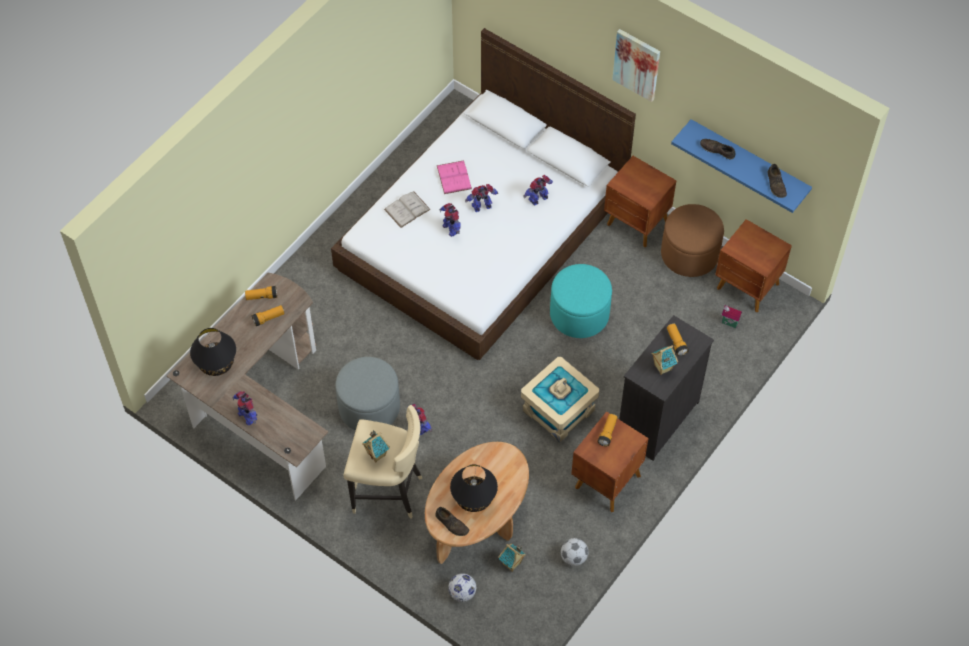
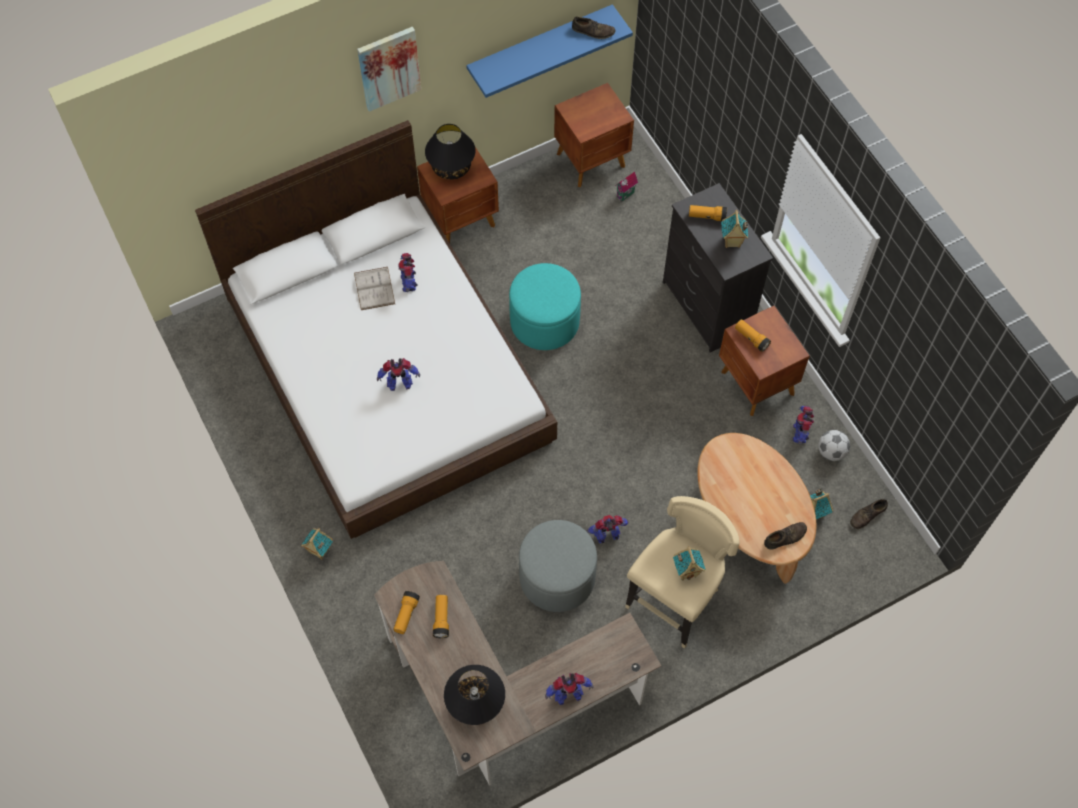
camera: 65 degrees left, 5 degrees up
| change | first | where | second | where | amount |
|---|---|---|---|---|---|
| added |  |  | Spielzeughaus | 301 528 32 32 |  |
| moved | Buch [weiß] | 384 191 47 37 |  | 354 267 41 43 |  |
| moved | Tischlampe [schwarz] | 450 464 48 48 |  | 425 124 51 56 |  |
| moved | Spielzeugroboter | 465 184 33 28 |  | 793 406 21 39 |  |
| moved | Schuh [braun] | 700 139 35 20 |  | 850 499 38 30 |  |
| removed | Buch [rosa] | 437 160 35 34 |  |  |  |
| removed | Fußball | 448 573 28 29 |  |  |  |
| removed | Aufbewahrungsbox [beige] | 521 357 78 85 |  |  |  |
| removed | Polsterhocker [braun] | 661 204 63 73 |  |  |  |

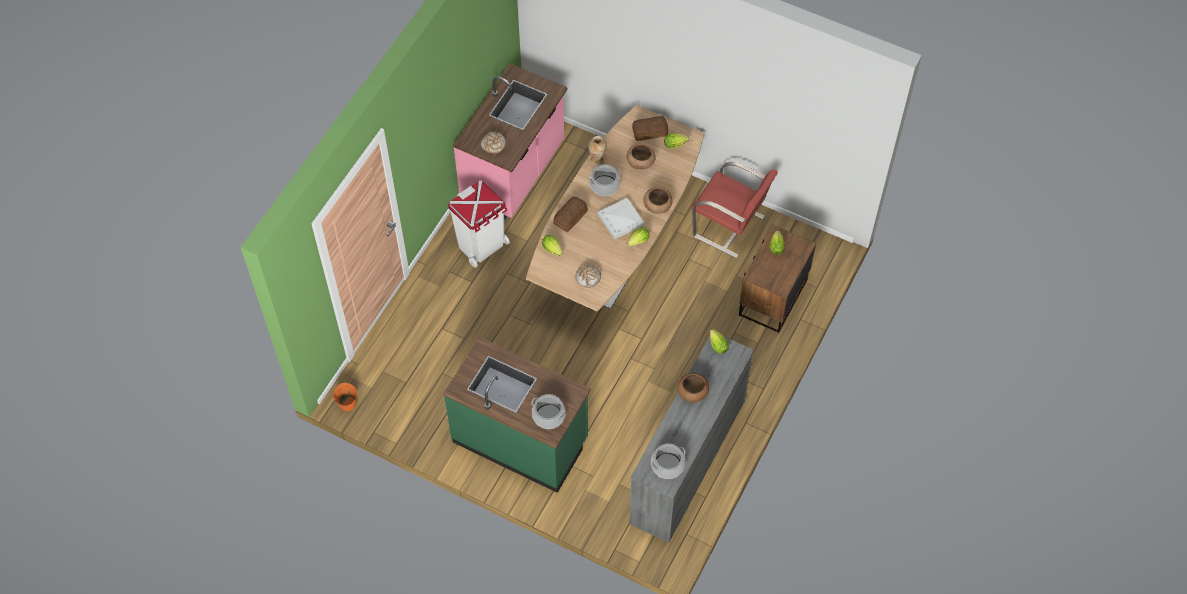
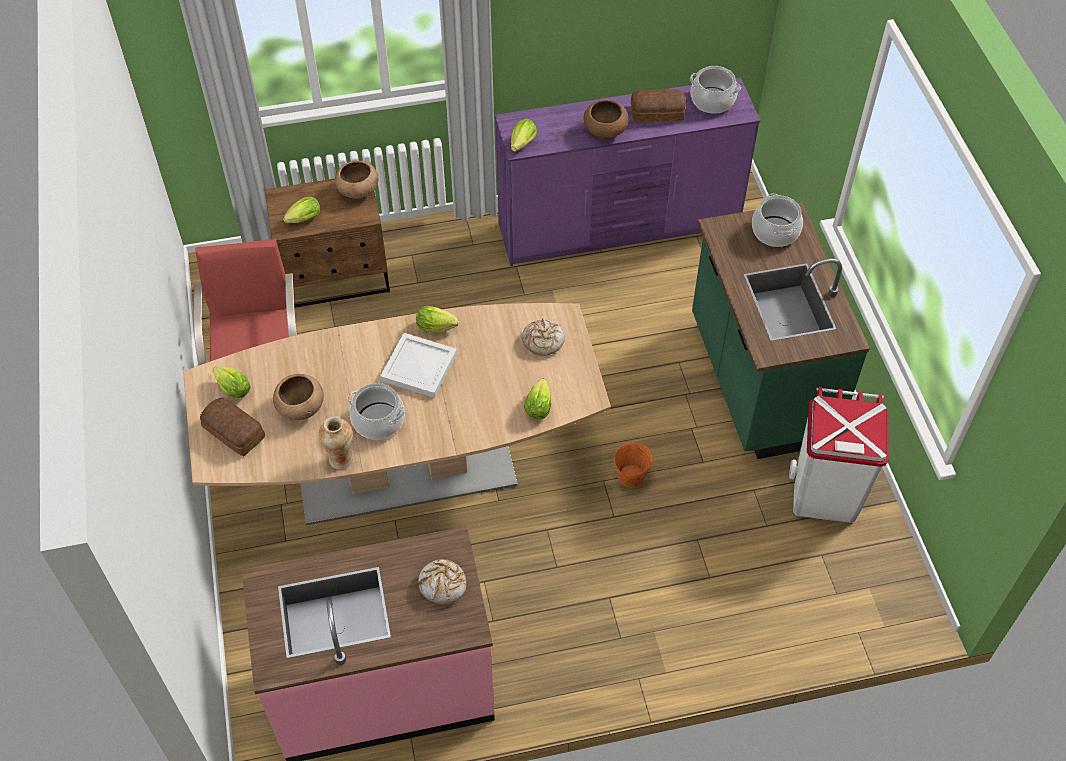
camera: 130 degrees left, 5 degrees down
| change | first | where | second | where | amount |
|---|---|---|---|---|---|
| moved | Schüssel [braun] | 644 187 29 27 |  | 335 161 44 38 |  |
| recoloured | Kommode [grau] | 629 336 125 207 | Kommode [lila] | 495 77 265 189 |  |
| moved | Eimer [orange] | 333 383 24 28 |  | 614 443 39 44 |  |
| moved | Brot | 553 197 35 35 |  | 631 89 55 33 |  |
| moved | Mülleimer [weiß] | 448 181 62 87 |  | 789 387 100 136 |  |

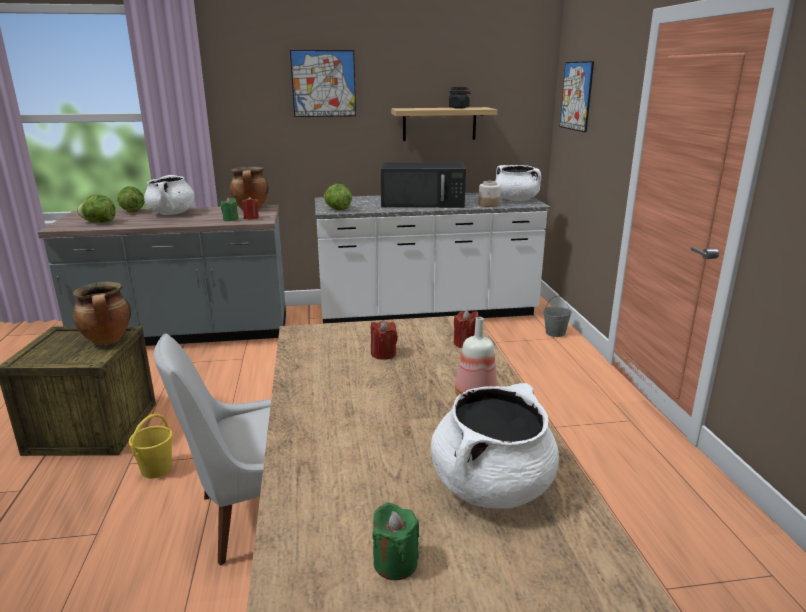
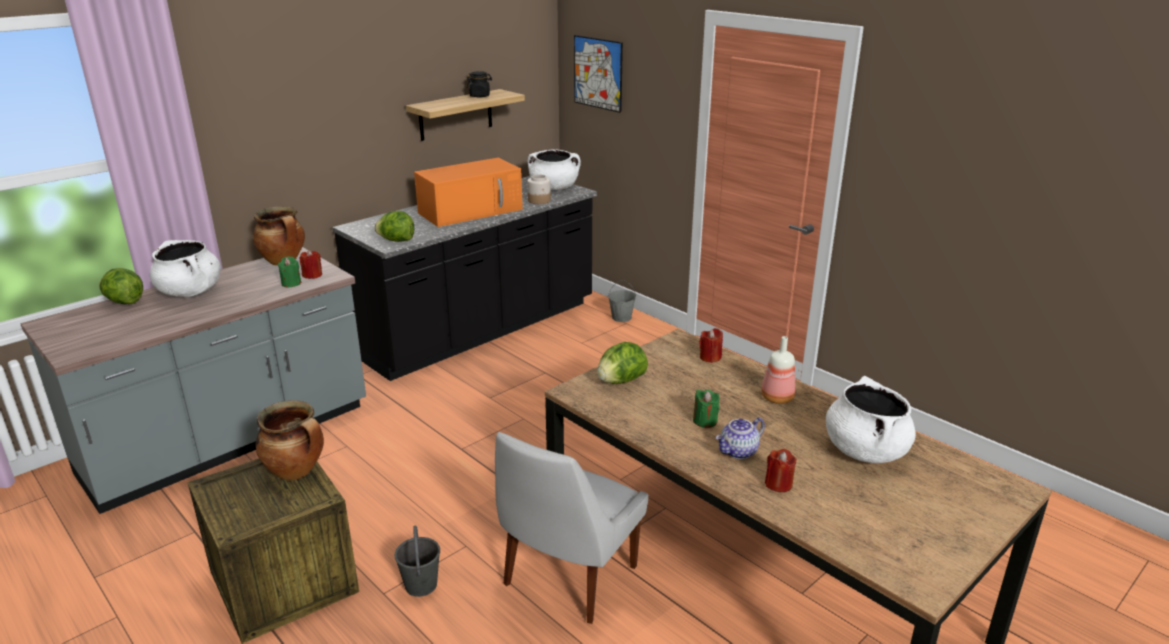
camera: 35 degrees left, 5 degrees up
| change | first | where | second | where | amount |
|---|---|---|---|---|---|
| recoloured | Küchenzeile [weiß] | 315 192 236 131 | Küchenzeile [schwarz] | 333 176 264 205 |  |
| recoloured | Eimer [gelb] | 129 414 43 65 | Eimer [grau] | 395 525 45 72 |  |
| recoloured | Mikrowelle [schwarz] | 381 162 85 46 | Mikrowelle [orange] | 414 158 109 69 |  |
| moved | Salatkopf | 77 195 39 28 |  | 597 342 51 42 |  |
| moved | Kerze [grün] | 372 502 47 78 |  | 693 390 26 38 |  |
| added |  |  | Teekanne | 716 417 49 42 |  |
| moved | Kerze [rot] | 371 320 27 40 |  | 765 449 32 43 |  |
| removed | Bild | 290 50 66 67 |  |  |  |

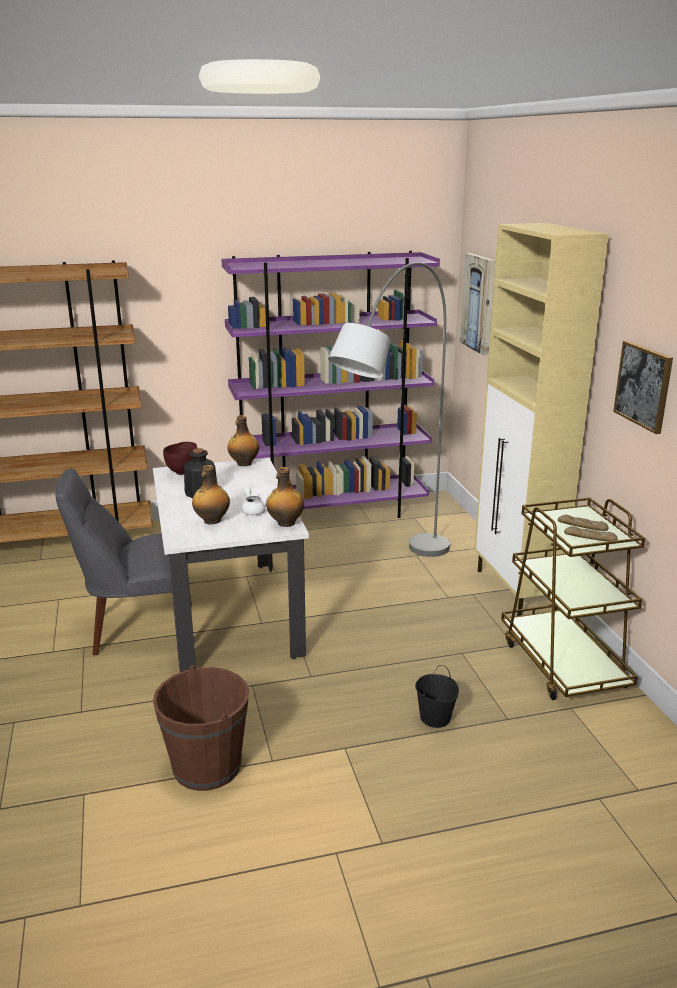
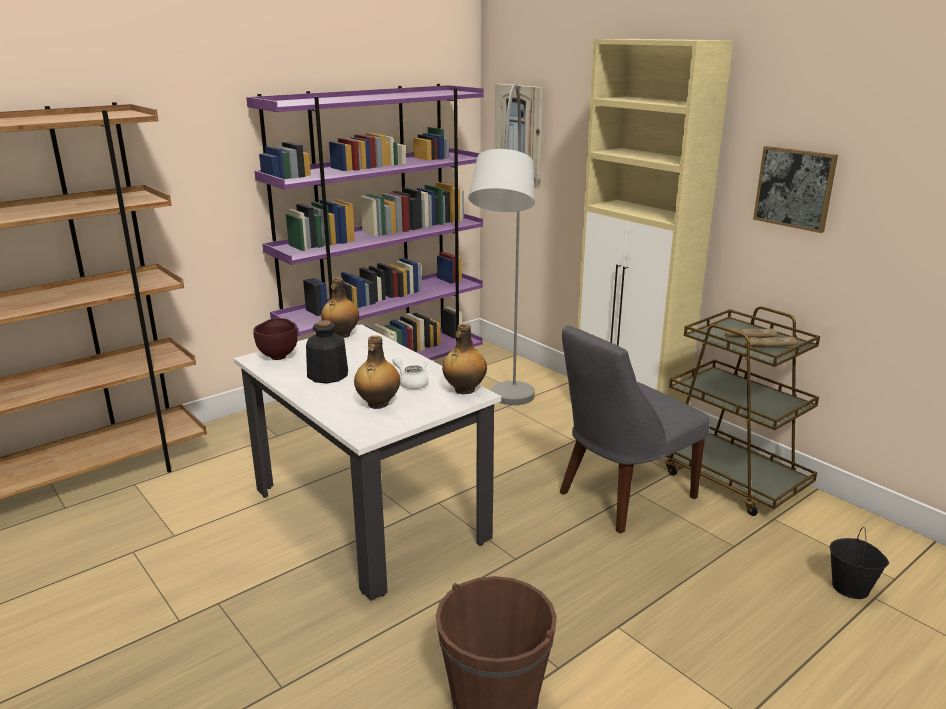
camera: 25 degrees left, 0 degrees up
| change | first | where | second | where | amount |
|---|---|---|---|---|---|
| moved | Stuhl [grau] | 56 468 136 187 |  | 560 325 150 209 |  |
| moved | Eimer [schwarz] | 415 665 44 63 |  | 830 527 59 72 |  |

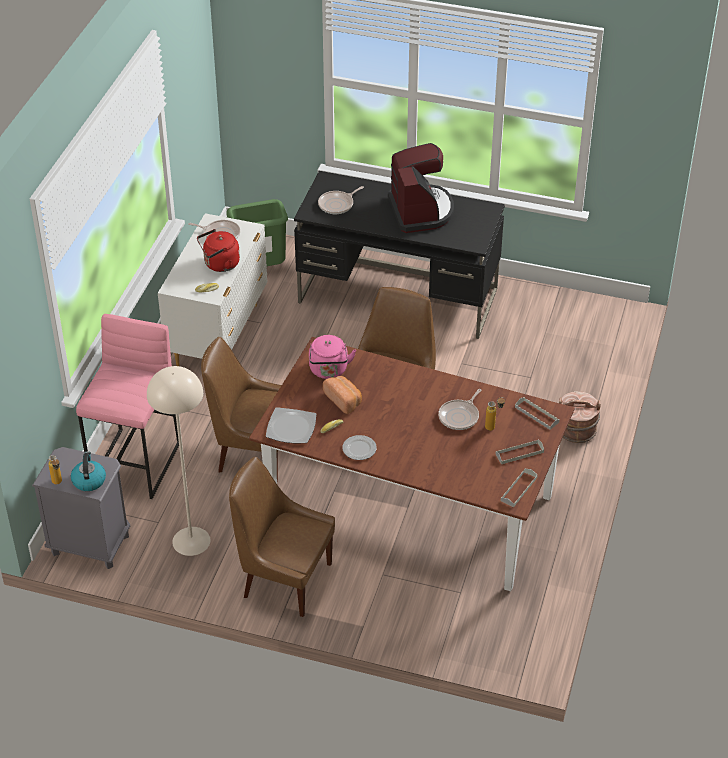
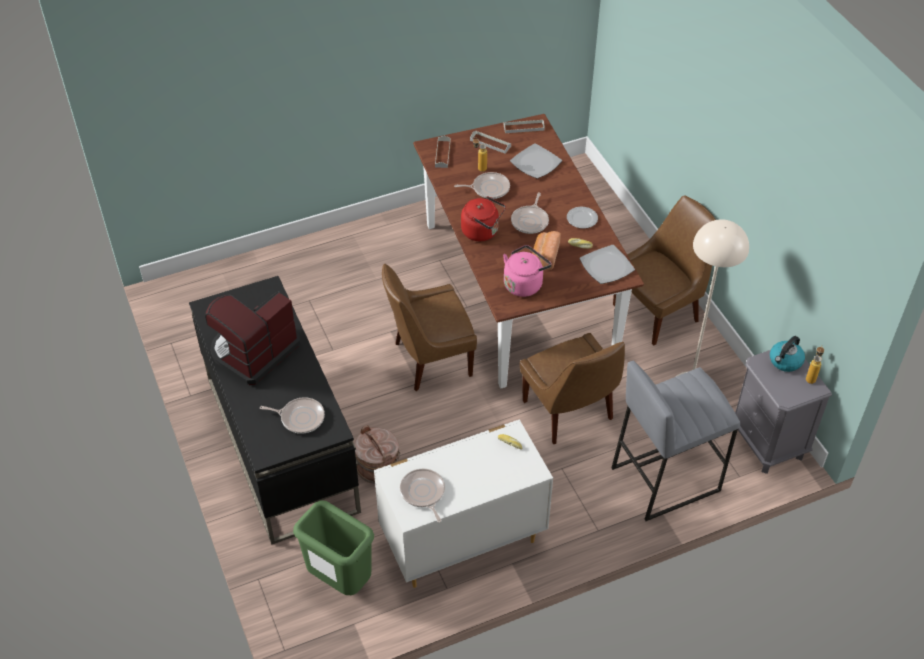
camera: 130 degrees left, 5 degrees up
| change | first | where | second | where | amount |
|---|---|---|---|---|---|
| moved | Eimer [braun] | 559 391 42 52 |  | 354 425 46 59 |  |
| moved | Wasserkessel [rot] | 197 229 43 43 |  | 461 196 45 45 |  |
| added |  |  | Teller | 510 143 52 36 |  |
| added |  |  | Pfanne | 511 192 38 42 |  |
| recoloured | Hocker [rosa] | 76 314 103 185 | Hocker [grau] | 611 361 129 160 |  |
| turned | Stuhl [braun] | 229 457 106 160 |  | 613 195 103 150 | 105 degrees counterclockwise |

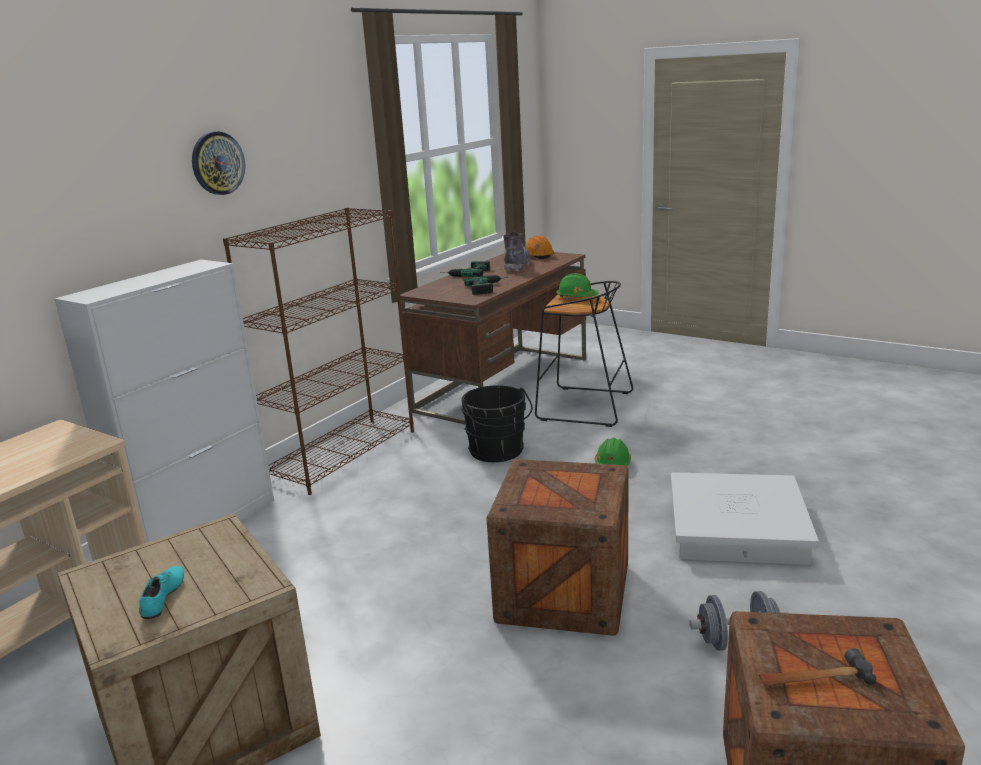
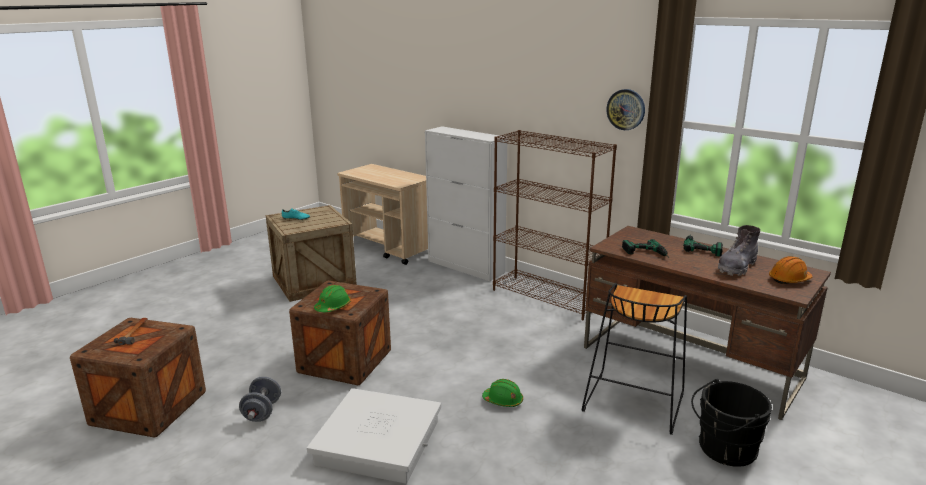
camera: 95 degrees right, 0 degrees up
| change | first | where | second | where | amount |
|---|---|---|---|---|---|
| moved | Schutzhelm [grün] | 556 273 42 24 |  | 314 285 37 27 |  |
| moved | Wanduhr | 192 131 53 64 |  | 606 89 39 41 |  |
| moved | Eimer [schwarz] | 461 385 72 77 |  | 691 379 81 88 |  |
| turned | Stiefel [grau] | 503 231 27 41 |  | 718 225 43 51 | 120 degrees clockwise |

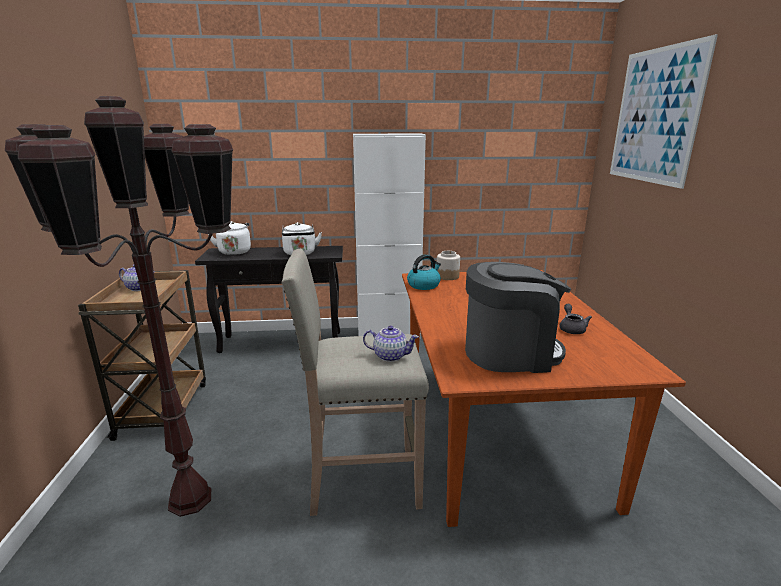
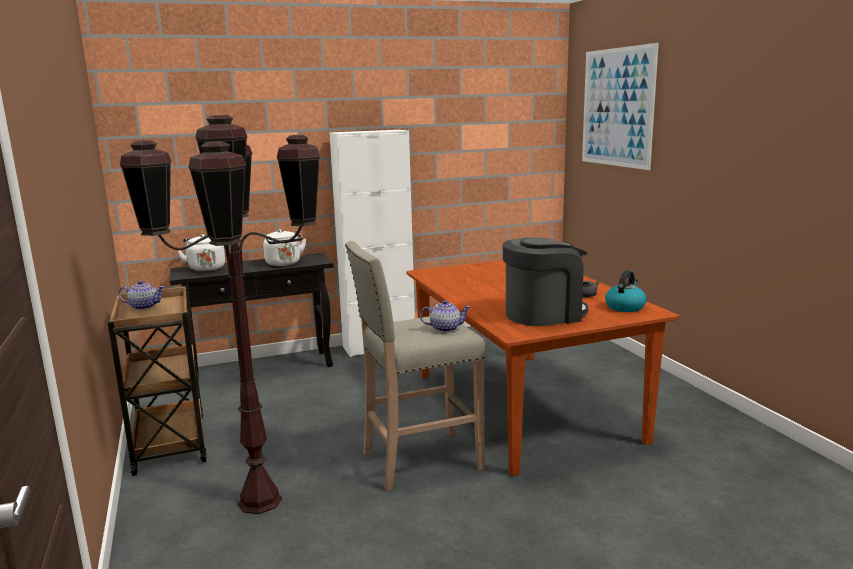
camera: 15 degrees left, 5 degrees down
| change | first | where | second | where | amount |
|---|---|---|---|---|---|
| moved | Wasserkessel | 407 254 34 36 |  | 605 270 41 42 |  |
| removed | Vorratsglas | 437 251 23 29 |  |  |  |

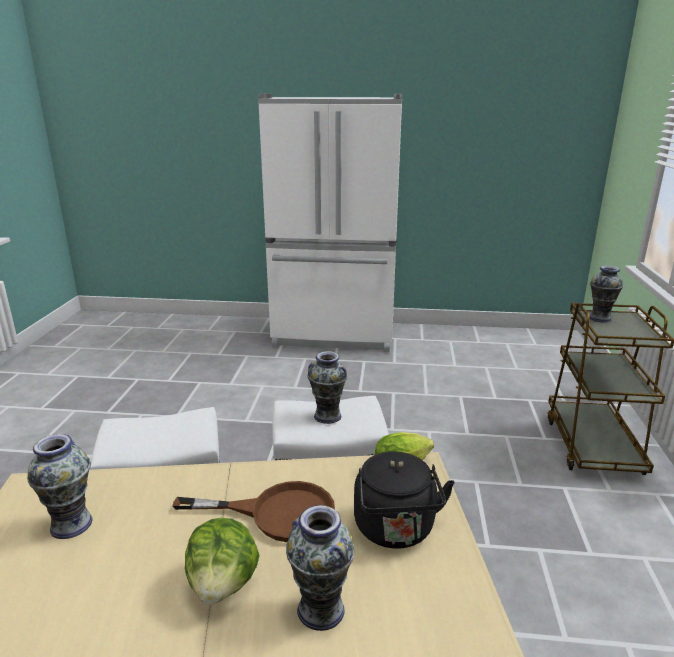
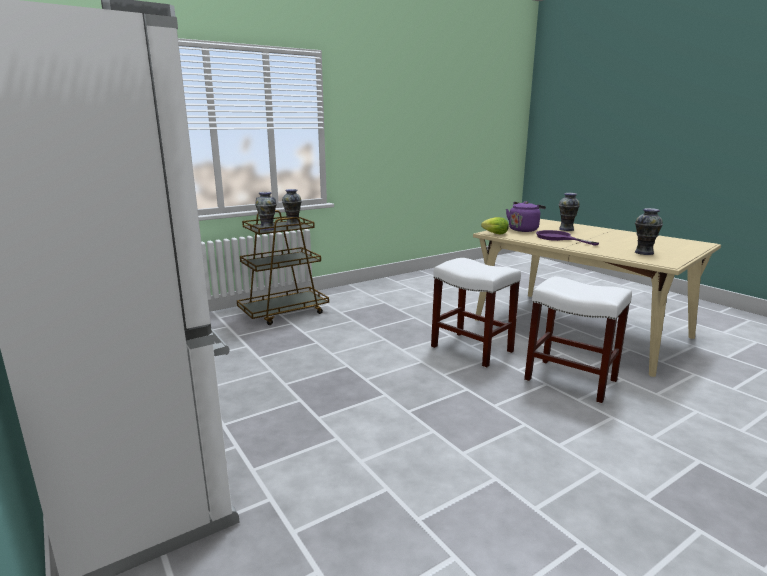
camera: 130 degrees left, 5 degrees down
| change | first | where | second | where | amount |
|---|---|---|---|---|---|
| moved | Vase | 307 351 40 73 |  | 282 189 20 37 |  |
| recoloured | Wasserkessel [schwarz] | 354 451 101 98 | Wasserkessel [lila] | 506 201 40 31 |  |
| recoloured | Pfanne [braun] | 173 481 162 61 | Pfanne [lila] | 536 230 63 16 |  |
| removed | Salatkopf | 185 518 75 86 |  |  |  |

